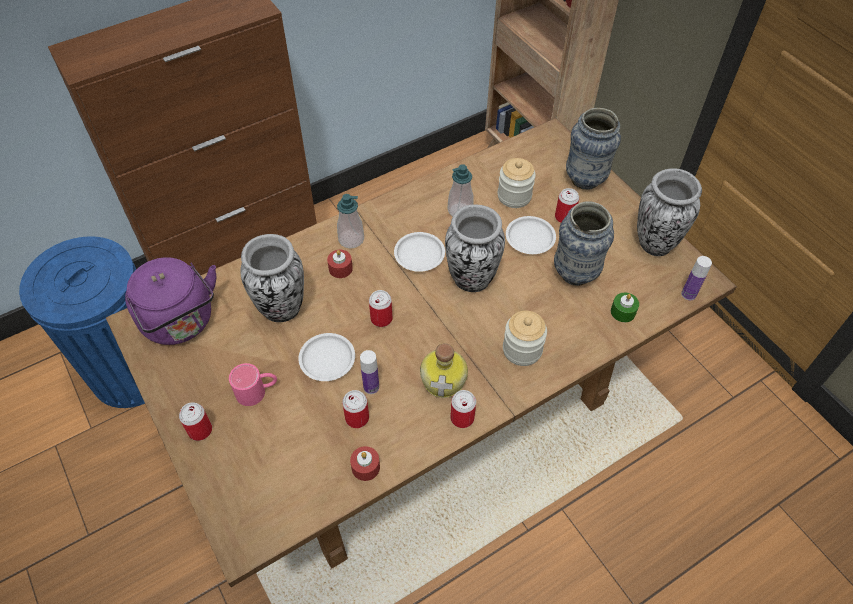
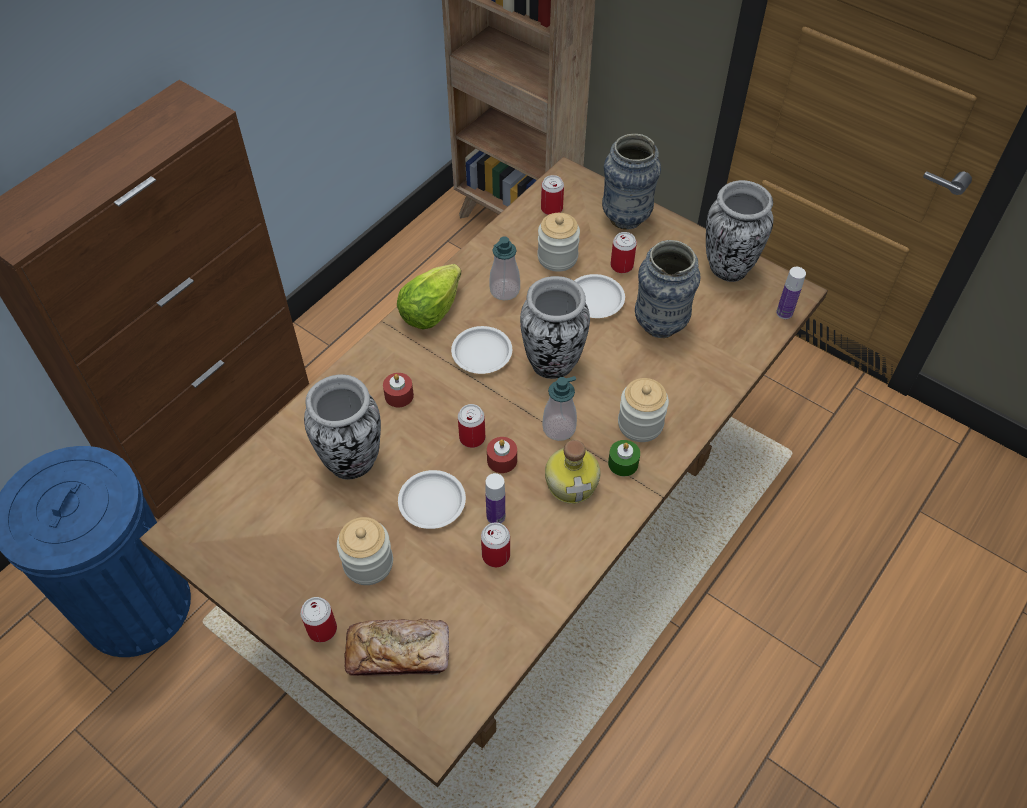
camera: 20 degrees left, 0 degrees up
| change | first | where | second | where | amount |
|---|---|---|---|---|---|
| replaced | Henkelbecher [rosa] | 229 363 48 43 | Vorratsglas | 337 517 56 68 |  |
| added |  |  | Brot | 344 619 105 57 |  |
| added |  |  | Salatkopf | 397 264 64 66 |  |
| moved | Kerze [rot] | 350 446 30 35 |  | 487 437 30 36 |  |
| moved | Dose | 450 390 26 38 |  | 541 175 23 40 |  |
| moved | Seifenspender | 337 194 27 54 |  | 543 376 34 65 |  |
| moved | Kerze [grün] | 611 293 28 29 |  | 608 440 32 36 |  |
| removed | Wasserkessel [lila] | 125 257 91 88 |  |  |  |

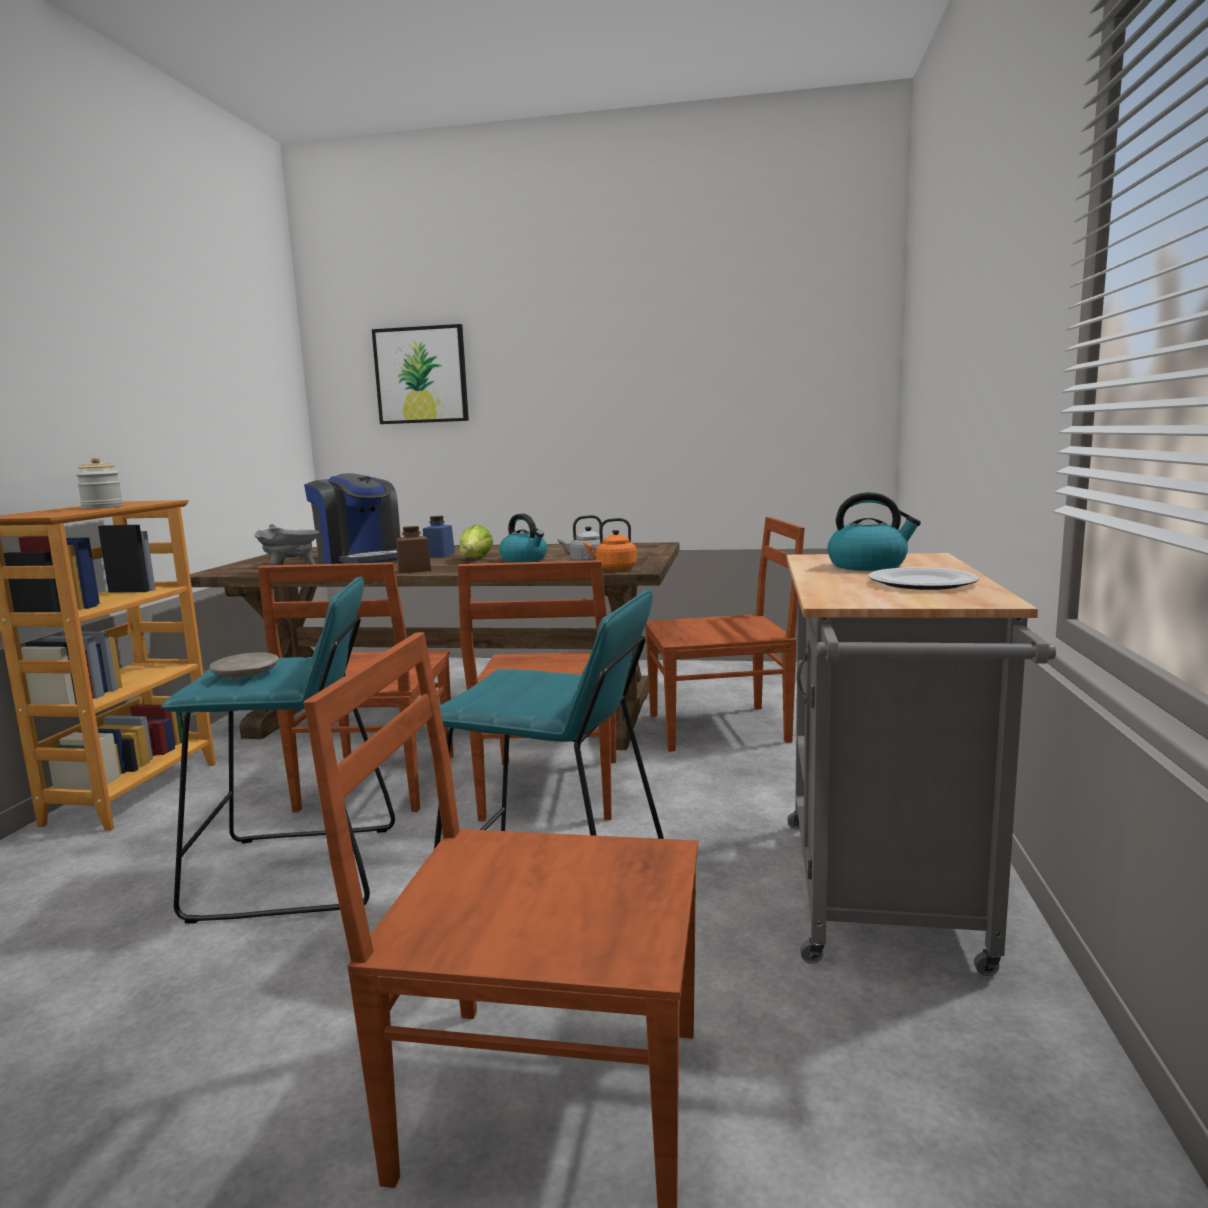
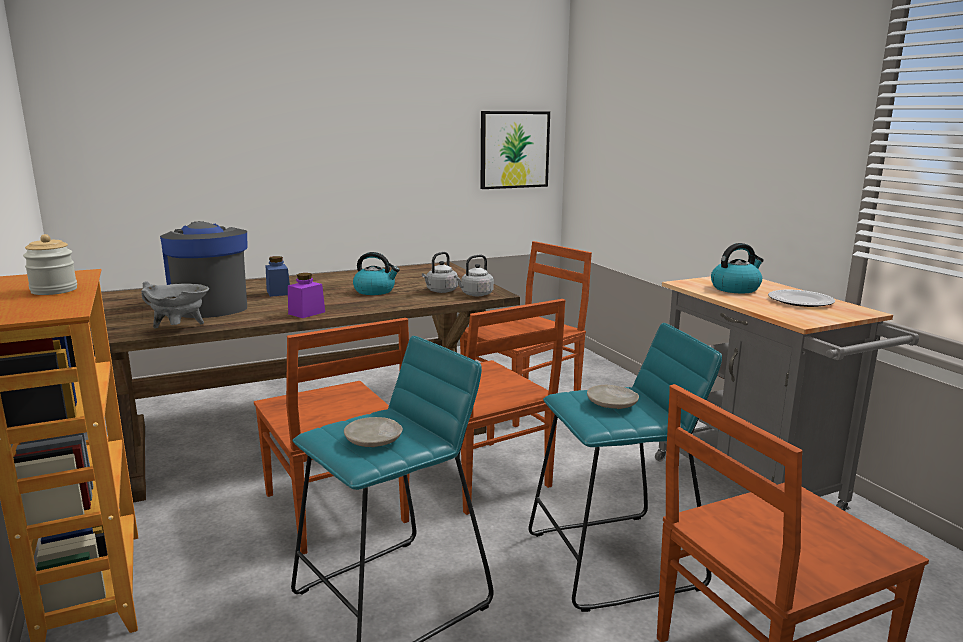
camera: 35 degrees left, 5 degrees up
| change | first | where | second | where | amount |
|---|---|---|---|---|---|
| turned | Kaffeemaschine | 304 473 97 91 |  | 160 221 87 97 | 135 degrees counterclockwise |
| recoloured | Vorratsglas [braun] | 396 526 35 48 | Vorratsglas [lila] | 288 273 37 45 |  |
| recoloured | Wasserkessel [orange] | 584 518 53 52 | Wasserkessel [grau] | 454 255 40 41 |  |
| moved | Bild | 372 324 97 100 |  | 481 111 69 78 |  |
| added |  |  | Teller [beige] | 587 385 52 24 |  |
| removed | Salatkopf | 460 525 33 33 |  |  |  |

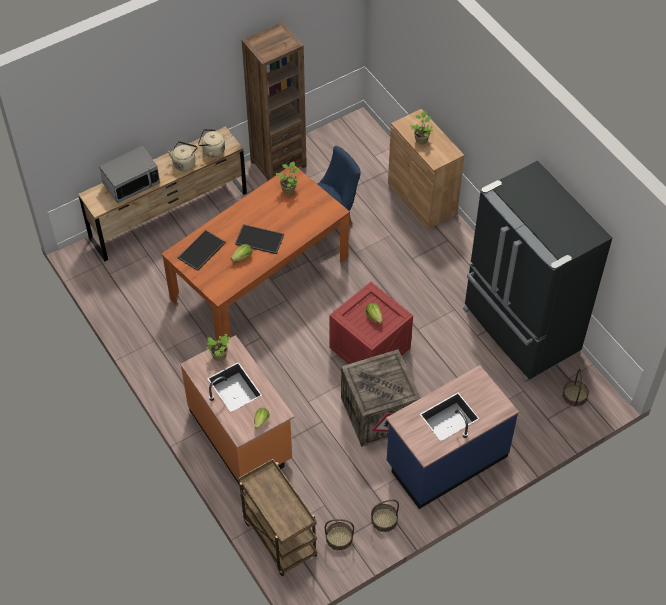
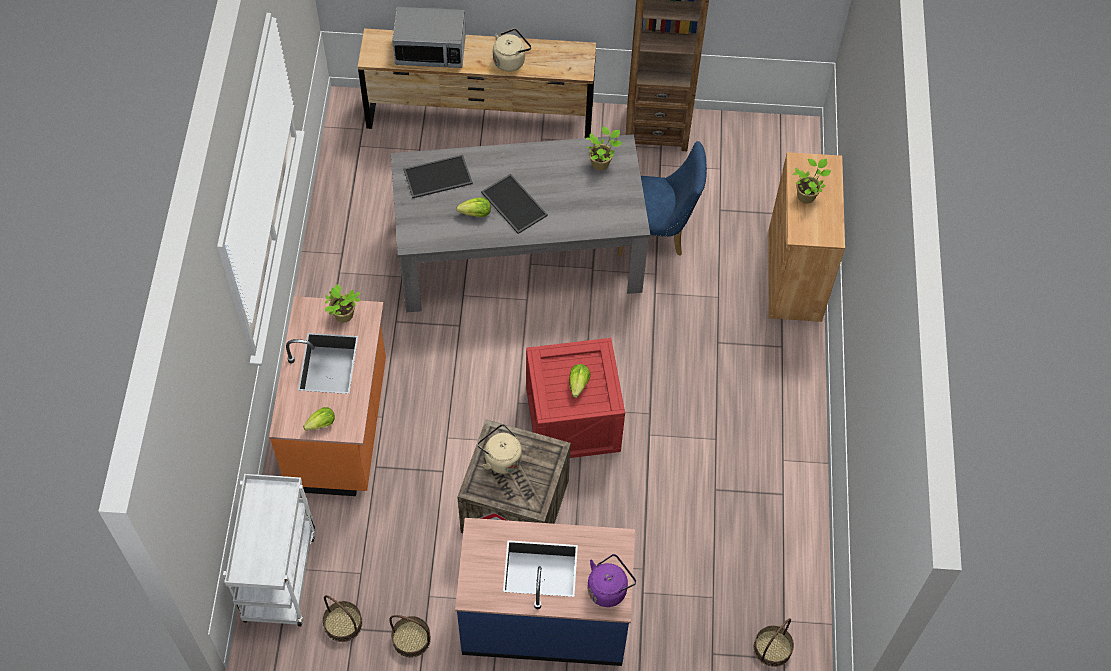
camera: 35 degrees right, 5 degrees up
| change | first | where | second | where | amount |
|---|---|---|---|---|---|
| recoloured | Rollwagen [braun] | 238 459 79 117 | Rollwagen [weiß] | 223 474 92 152 |  |
| recoloured | Esstisch [orange] | 161 166 189 175 | Esstisch [grau] | 391 134 260 179 |  |
| moved | Wasserkessel [beige] | 198 129 27 28 |  | 477 424 45 50 |  |
| added |  |  | Wasserkessel [lila] | 587 554 49 53 |  |
| removed | Kühlschrank [schwarz] | 463 160 149 222 |  |  |  |

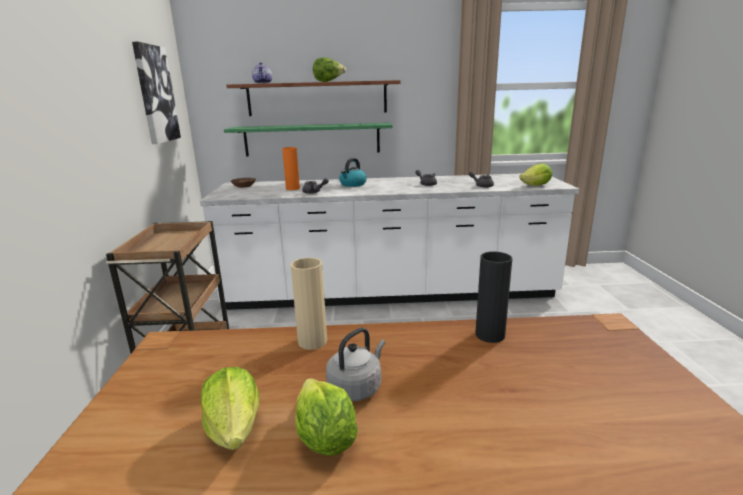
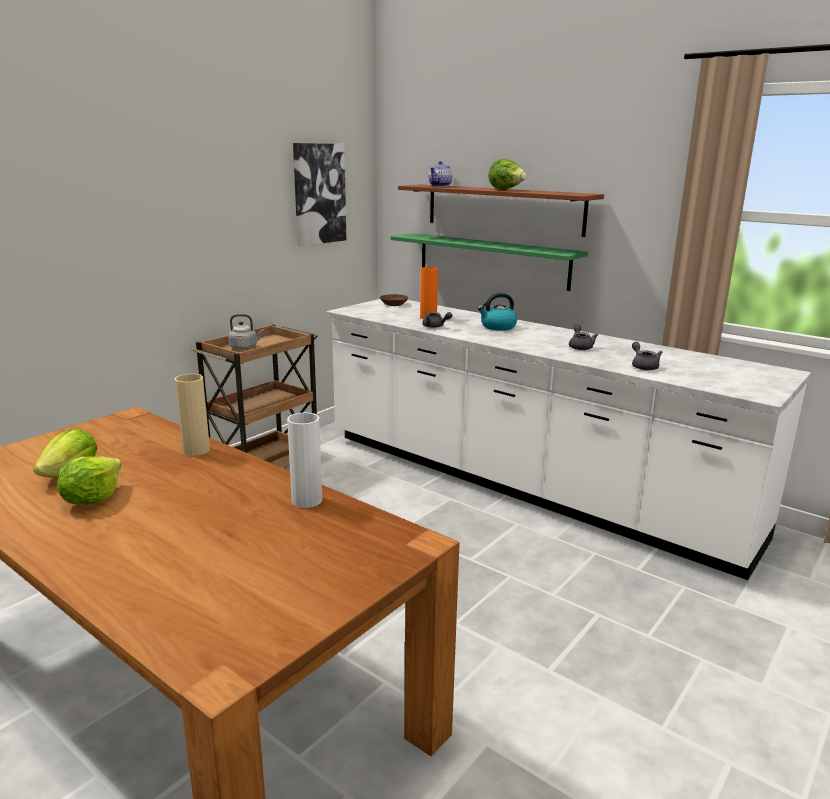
camera: 40 degrees right, 0 degrees up
| change | first | where | second | where | amount |
|---|---|---|---|---|---|
| moved | Wasserkessel [grau] | 326 327 59 74 |  | 228 314 36 36 |  |
| recoloured | Vase [schwarz] | 476 252 36 91 | Vase [weiß] | 287 413 35 95 |  |
| removed | Salatkopf | 519 163 33 23 |  |  |  |

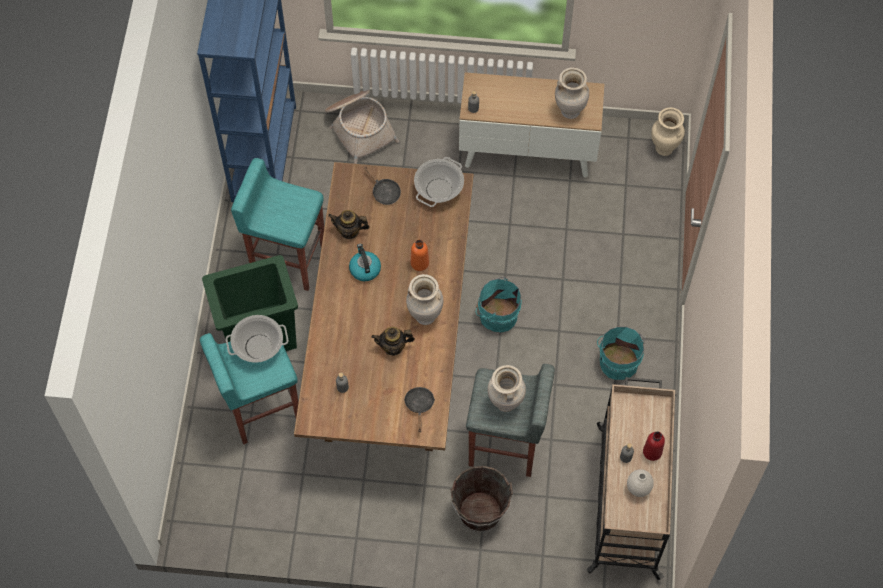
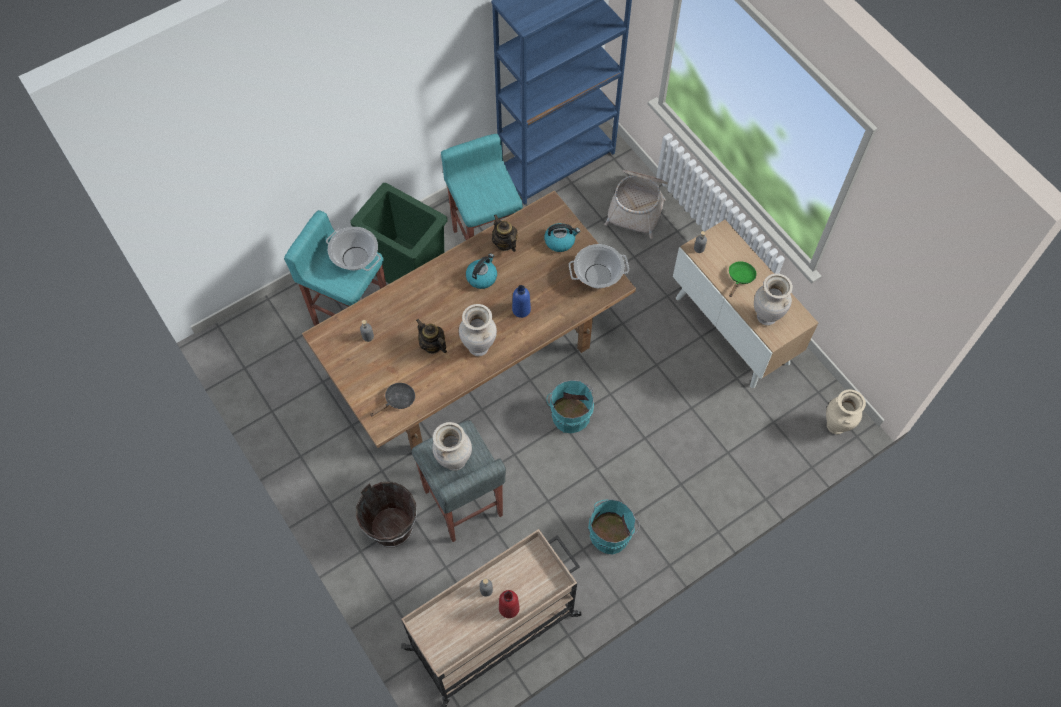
camera: 50 degrees right, 0 degrees up
| change | first | where | second | where | amount |
|---|---|---|---|---|---|
| recoloured | Flasche [orange] | 411 240 18 31 | Flasche [blau] | 512 285 19 33 |  |
| replaced | Pfanne [schwarz] | 364 166 37 39 | Wasserkessel | 544 223 36 29 |  |
| added |  |  | Pfanne [grün] | 729 261 28 36 |  |
| removed | Vase [weiß] | 627 469 27 28 |  |  |  |

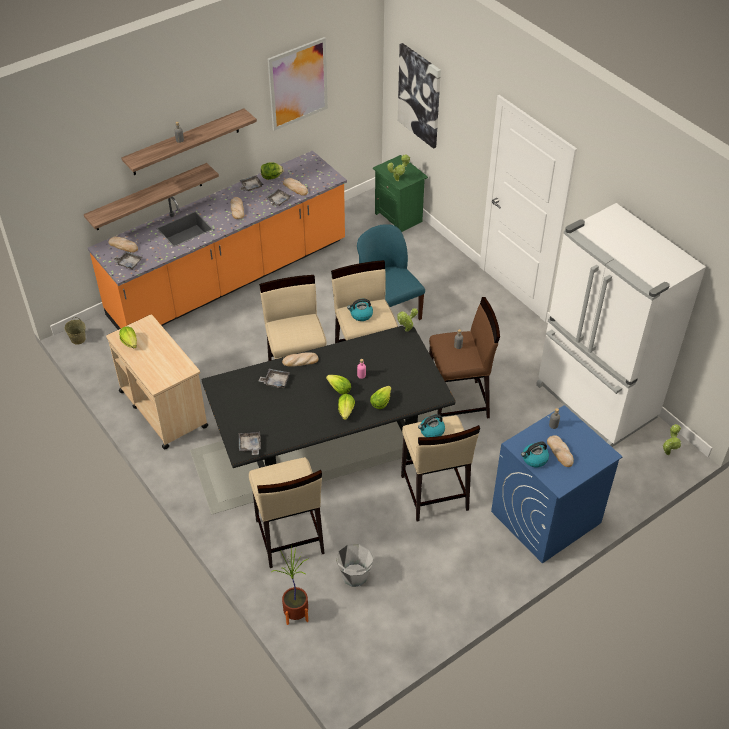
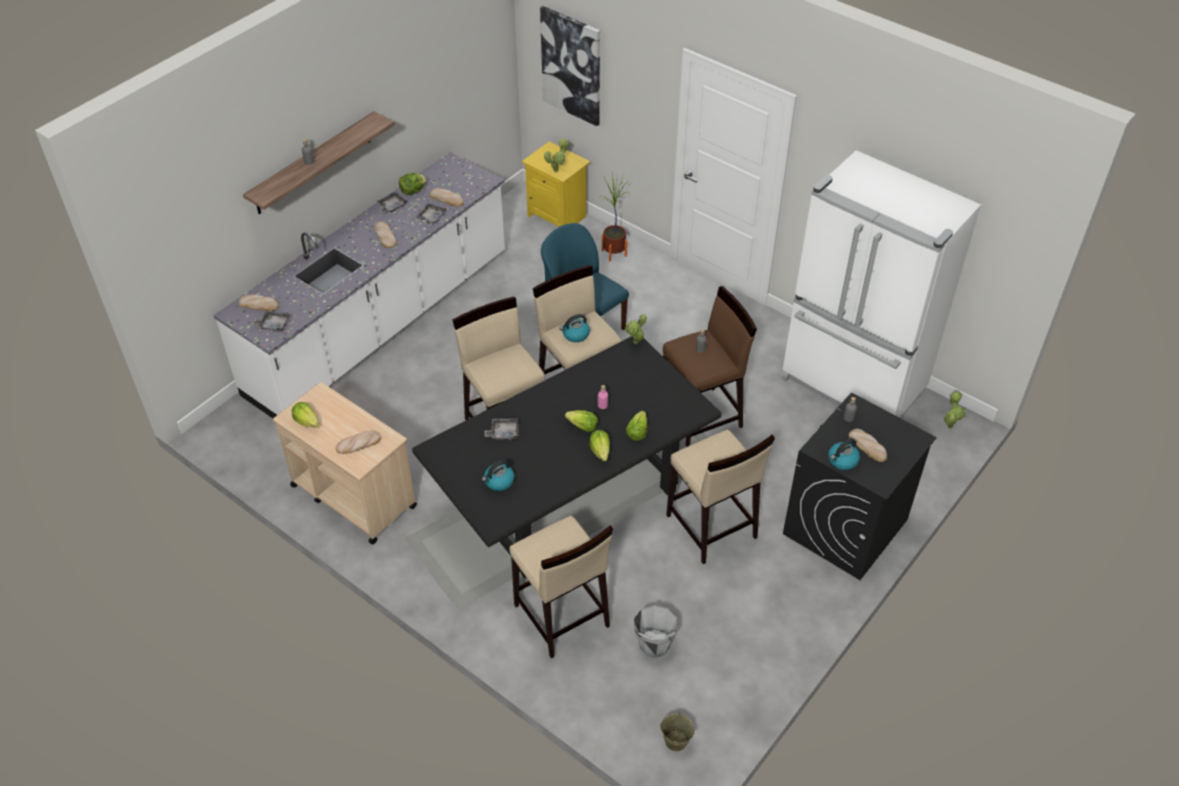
camera: 15 degrees left, 0 degrees up
| change | first | where | second | where | amount |
|---|---|---|---|---|---|
| recoloured | Küchenzeile [orange] | 88 150 259 180 | Küchenzeile [weiß] | 214 152 291 266 |  |
| moved | Brot | 282 352 36 15 |  | 336 431 45 23 |  |
| moved | Wasserkessel | 418 414 27 23 |  | 482 460 33 31 |  |
| recoloured | Nachttisch [grün] | 373 155 55 77 | Nachttisch [gelb] | 522 141 68 86 |  |
| moved | Topfpflanze | 272 545 36 80 |  | 599 173 29 89 |  |
| moved | Eimer [beige] | 65 317 21 28 |  | 660 713 35 38 |  |
| recoloured | Waschmaschine [blau] | 491 405 132 159 | Waschmaschine [schwarz] | 783 393 154 187 |  |
| removed | Wandregal | 84 163 135 67 |  |  |  |
| removed | Tablett [grau] | 239 432 22 23 |  |  |  |
| removed | Bild | 268 37 60 94 |  |  |  |

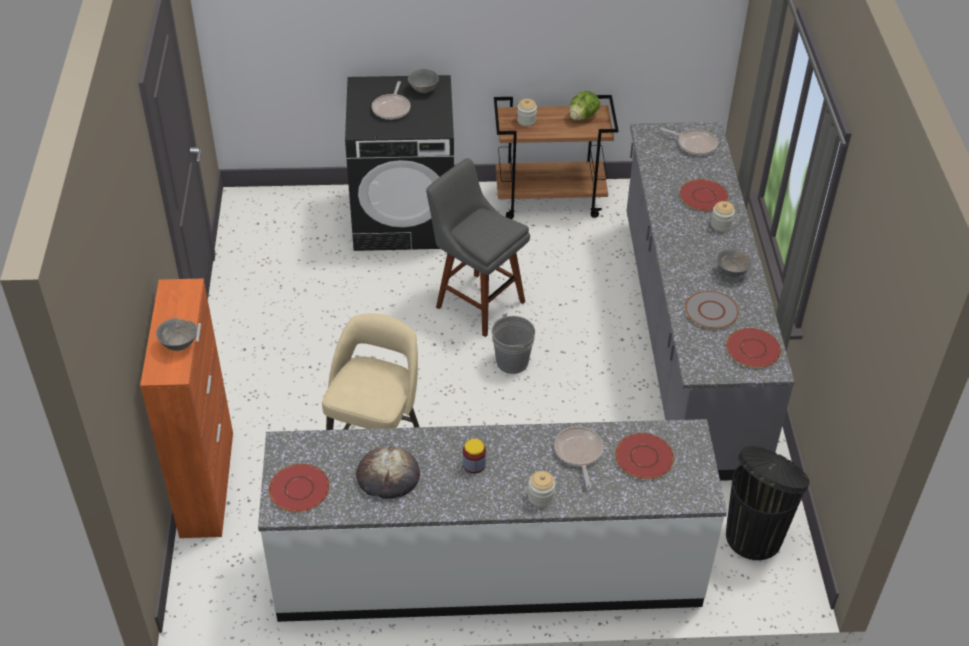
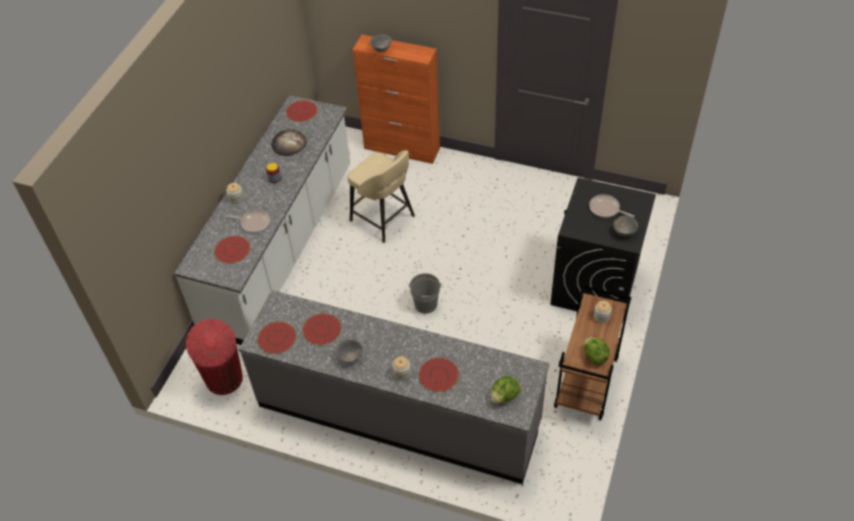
camera: 115 degrees right, 5 degrees up
| change | first | where | second | where | amount |
|---|---|---|---|---|---|
| recoloured | Mülleimer [schwarz] | 726 446 84 114 | Mülleimer [rot] | 186 319 57 76 |  |
| recoloured | Teller [grau] | 685 291 54 38 | Teller [rot] | 302 313 39 32 |  |
| replaced | Pfanne | 660 128 58 27 | Salatkopf | 490 376 31 28 |  |
| removed | Hocker [grau] | 426 158 104 179 |  |  |  |

